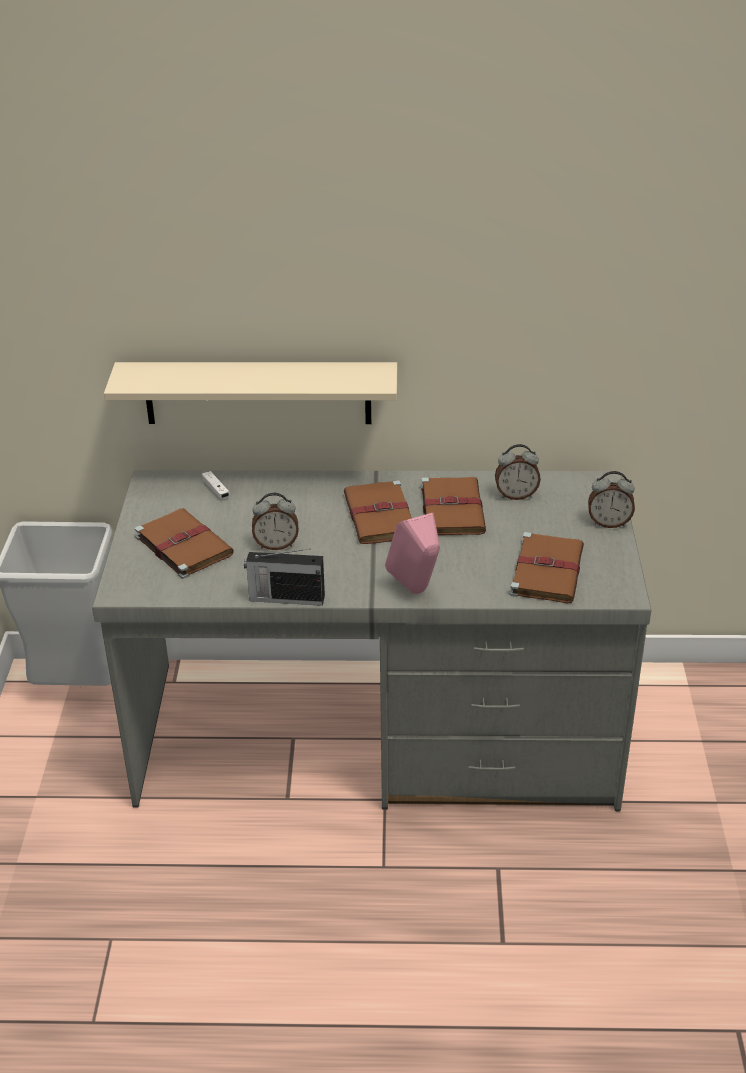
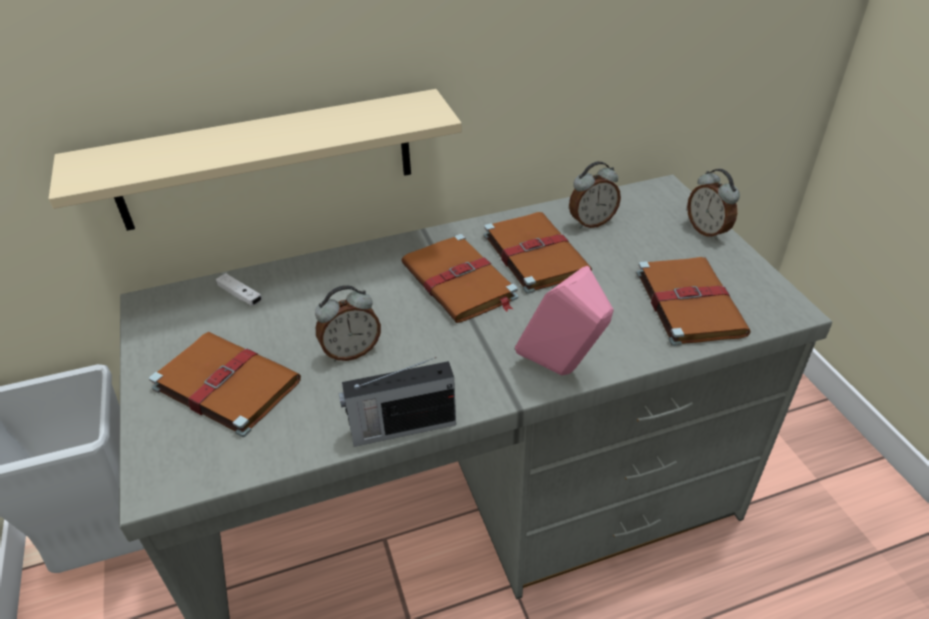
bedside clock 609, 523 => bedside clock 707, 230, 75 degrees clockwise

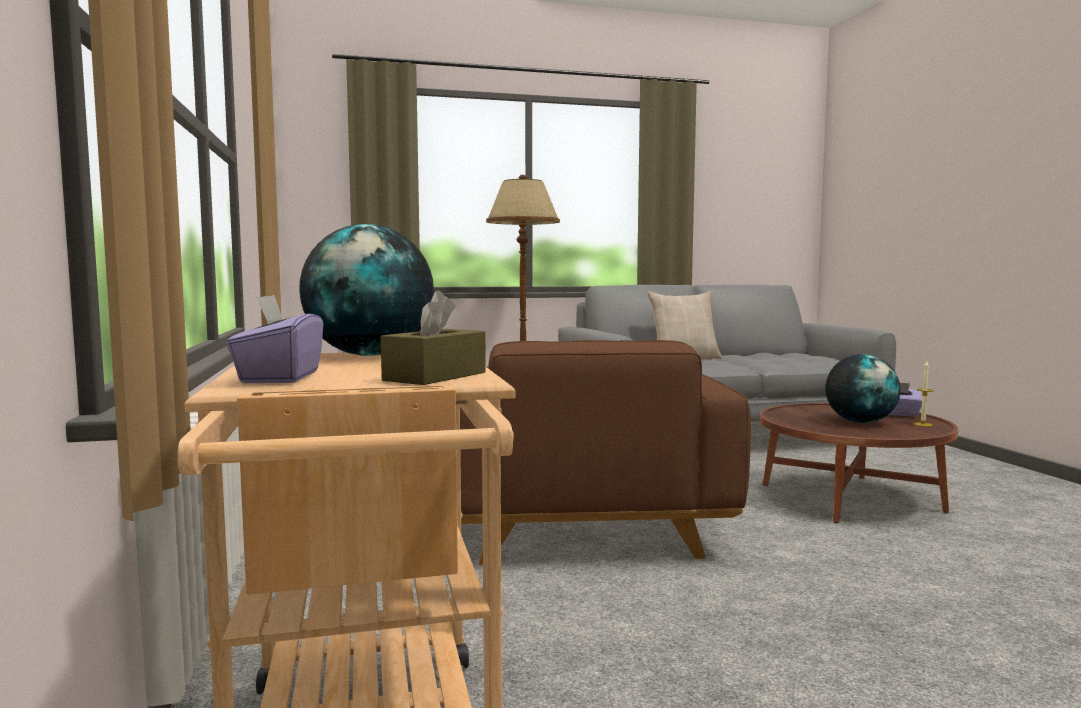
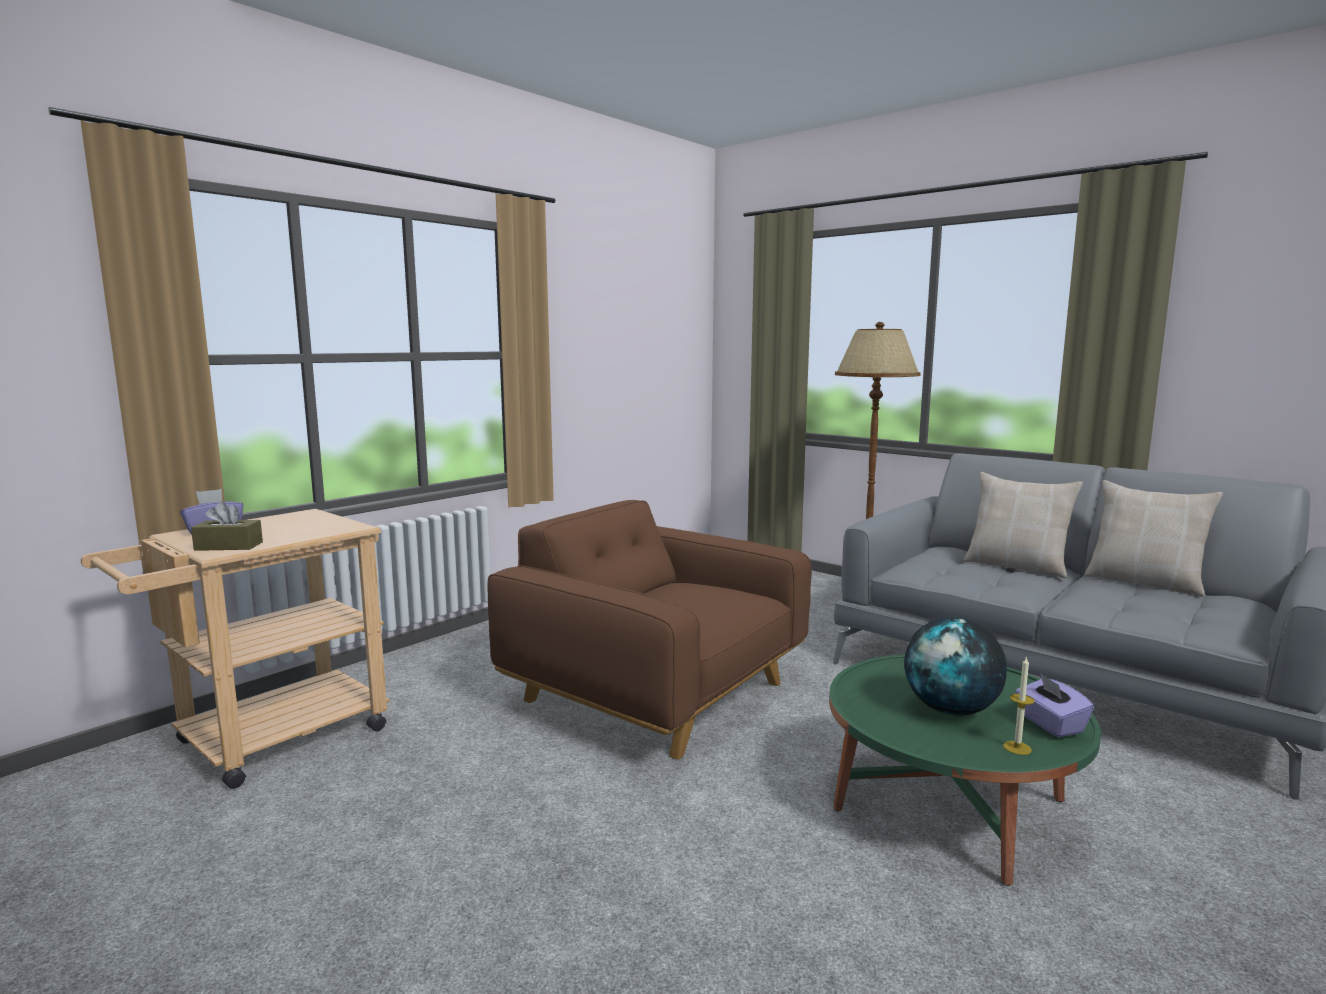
desk globe 370, 355 => nothing
nothing => sand-coloured throw pillow 1145, 582
brown low table 850, 497 => green-coloured low table 949, 805
brown easy chair 579, 522 => brown easy chair 656, 692, 75 degrees clockwise

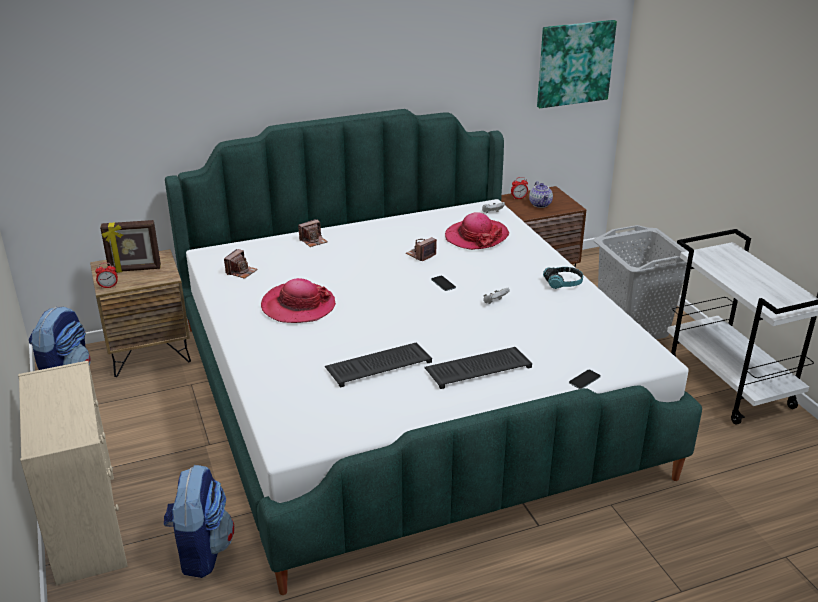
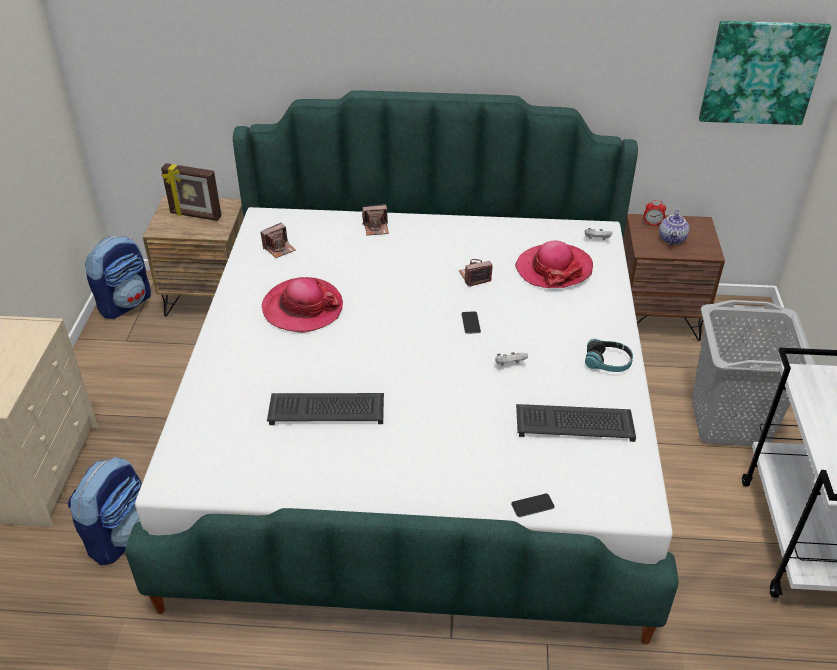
bedside clock 108, 286 => nothing
computer keyboard 478, 368 => computer keyboard 575, 423, shifted

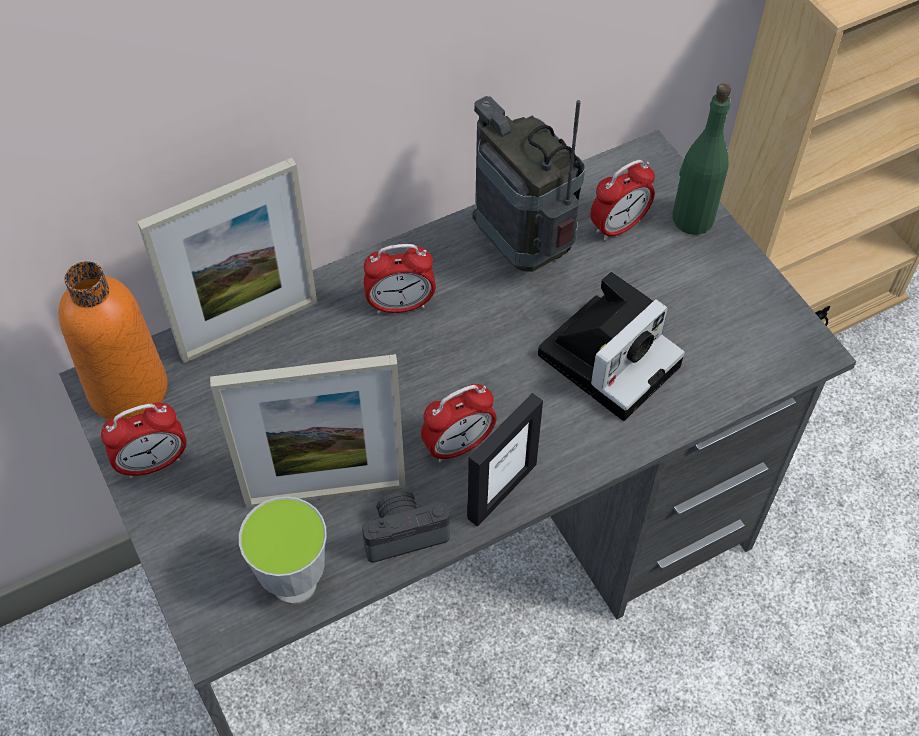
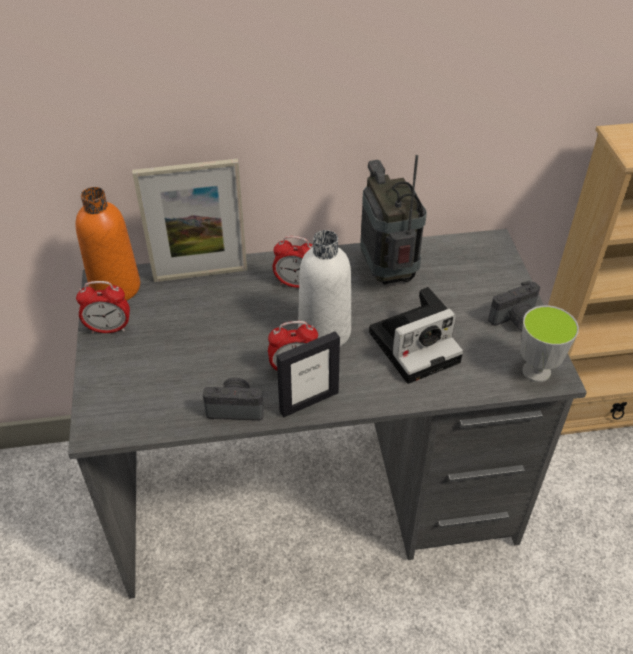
picture frame 325, 493 => nothing
bedside clock 618, 226 => nothing
green-coloured bottle 692, 219 => nothing
nothing => white bottle 324, 332
nothing => photo camera 515, 319
cup 294, 583 => cup 536, 371, shifted

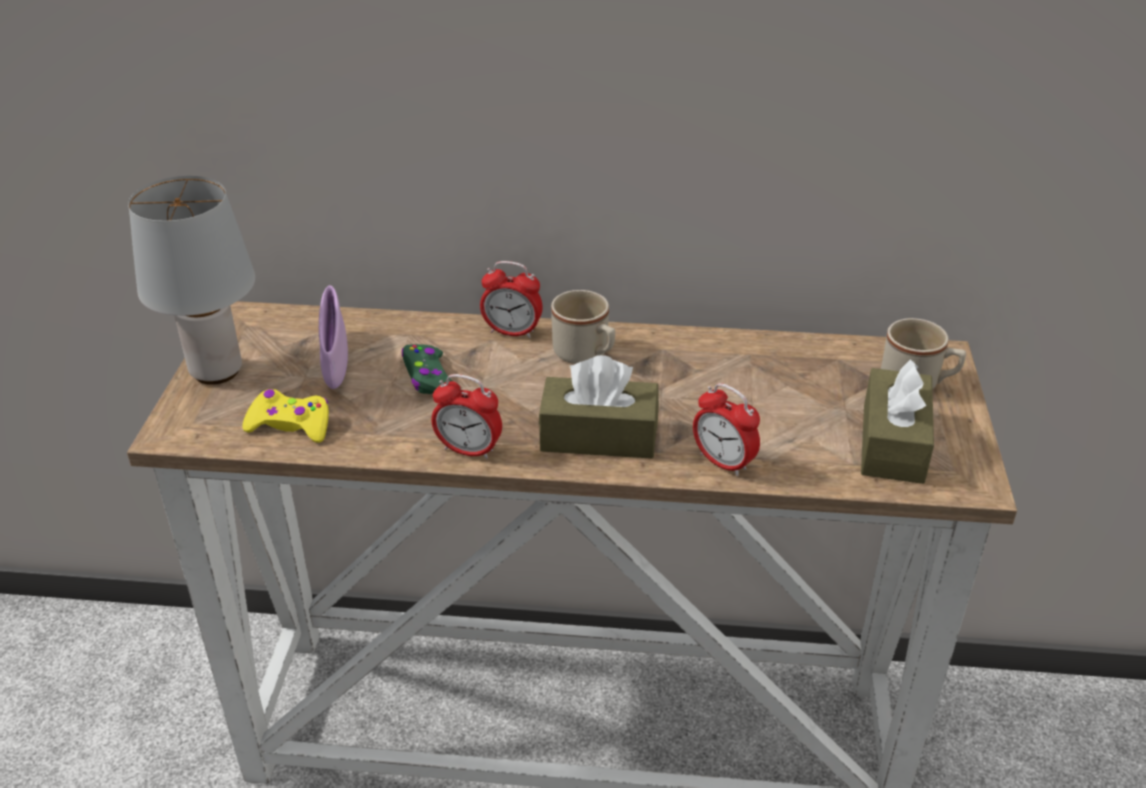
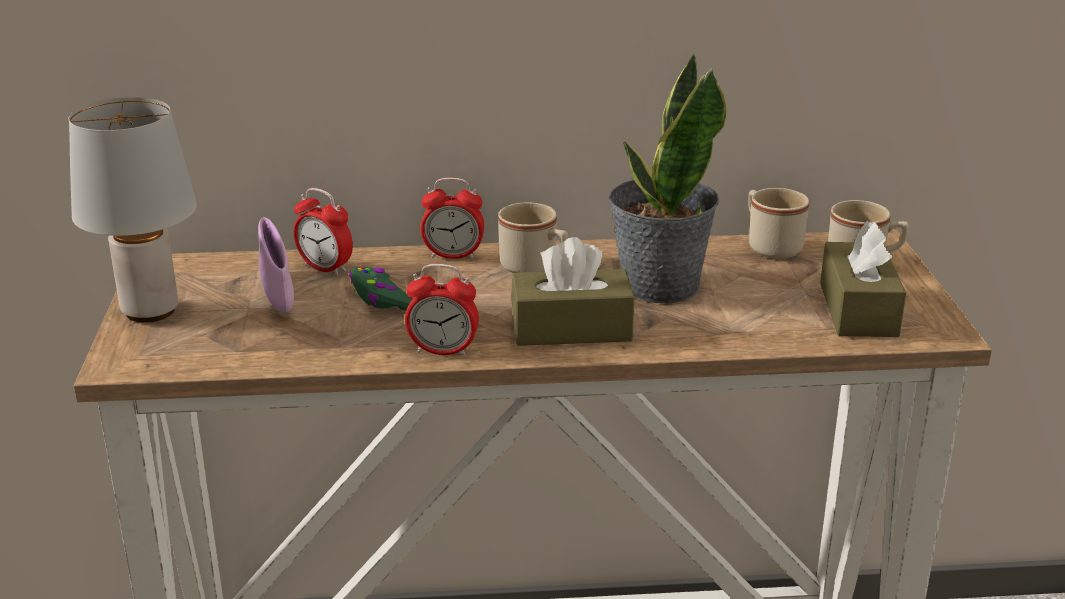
yellow game controller 290, 425 => nothing
nothing => houseplant 659, 286
nothing => sand-coloured coffee mug 770, 245
bedside clock 723, 462 => bedside clock 325, 268, shifted

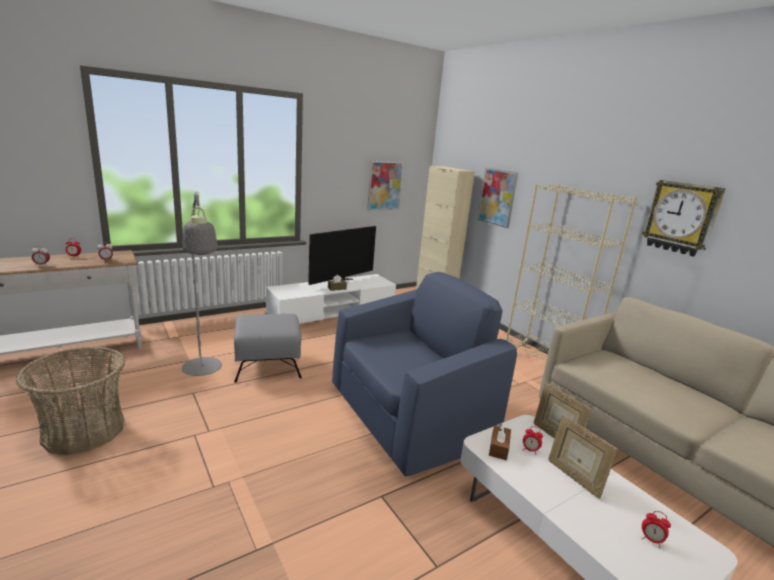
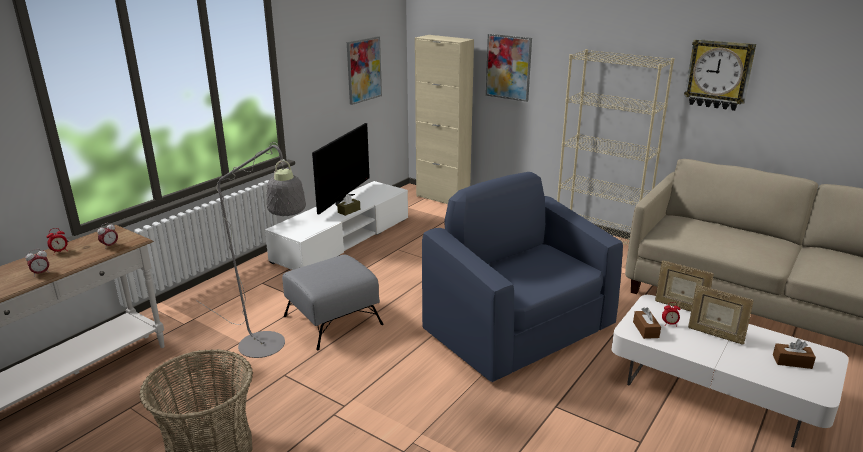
bedside clock 651, 540 => brown tissue holder 792, 361
bluish easy chair 408, 416 => bluish easy chair 519, 330, 75 degrees counterclockwise

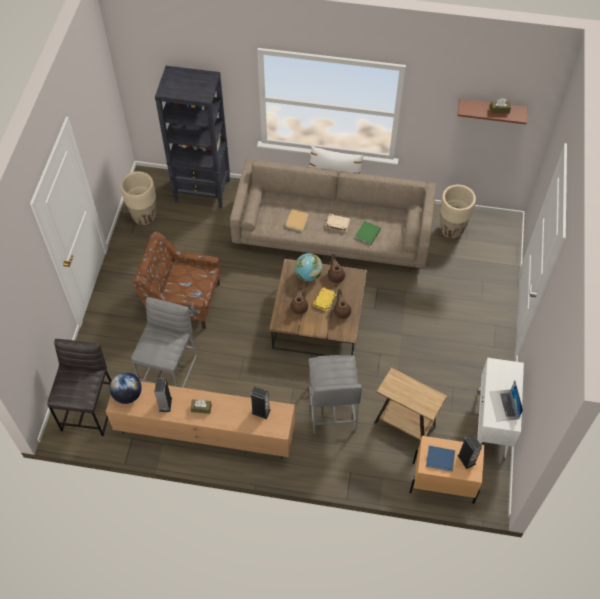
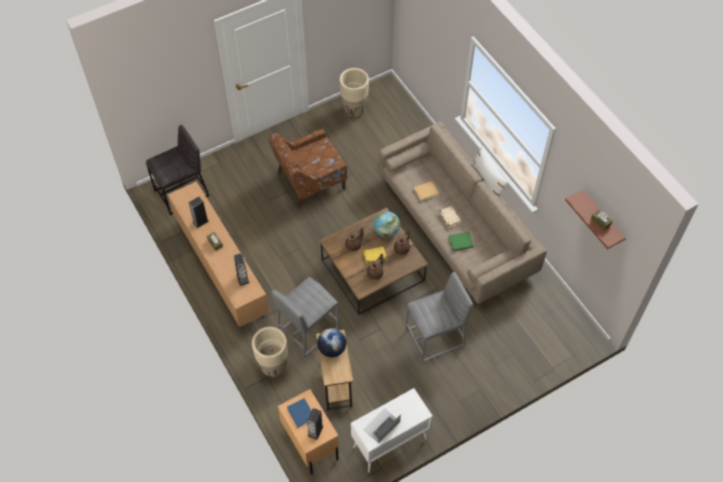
black-coloured bookshelf 203, 191 => nothing
desk globe 128, 395 => desk globe 332, 349, shifted
greyish stool seat 170, 370 => greyish stool seat 435, 338, shifted
sand-coloured plant pot 451, 229 => sand-coloured plant pot 273, 366, shifted
brown easy chair 183, 300 => brown easy chair 309, 181, 90 degrees counterclockwise

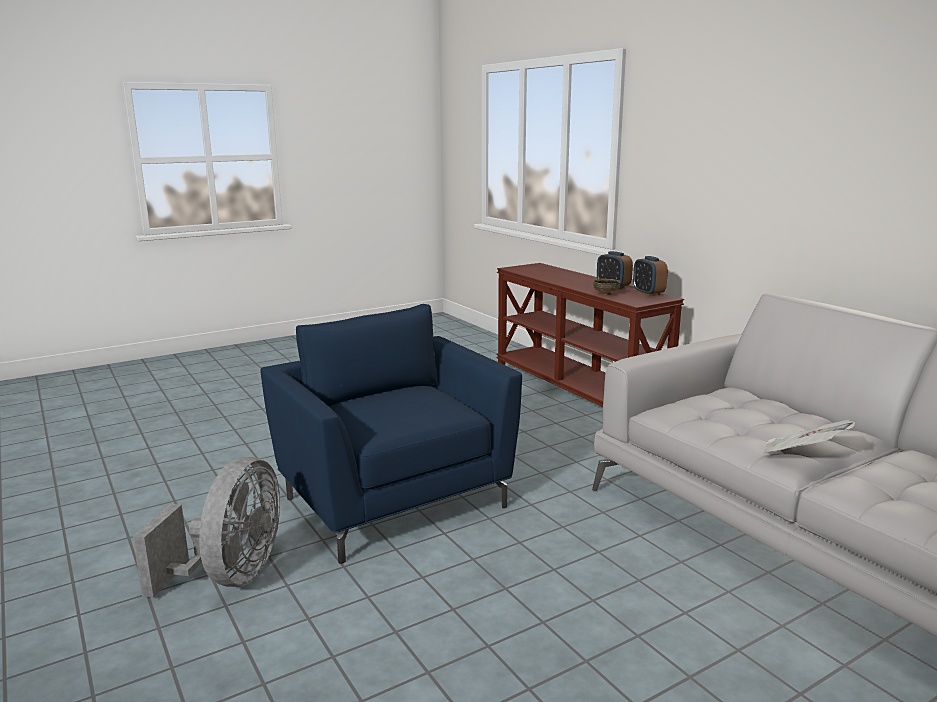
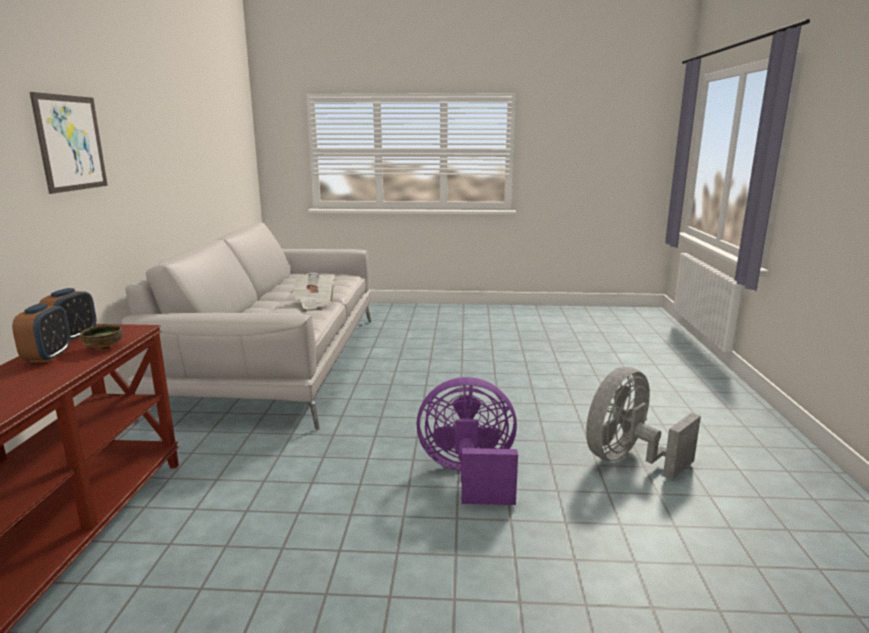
nothing => wall picture 71, 143
bluish easy chair 394, 500 => purple electric fan 469, 476

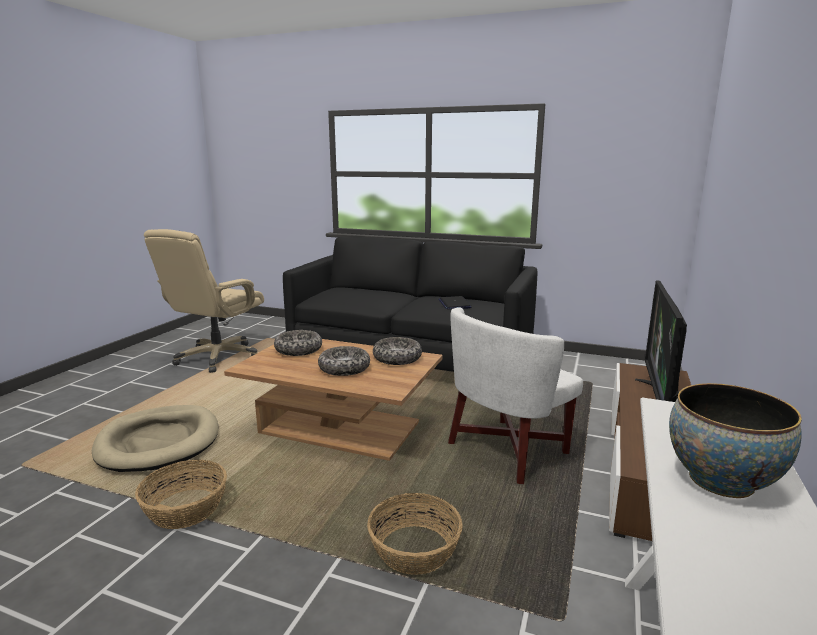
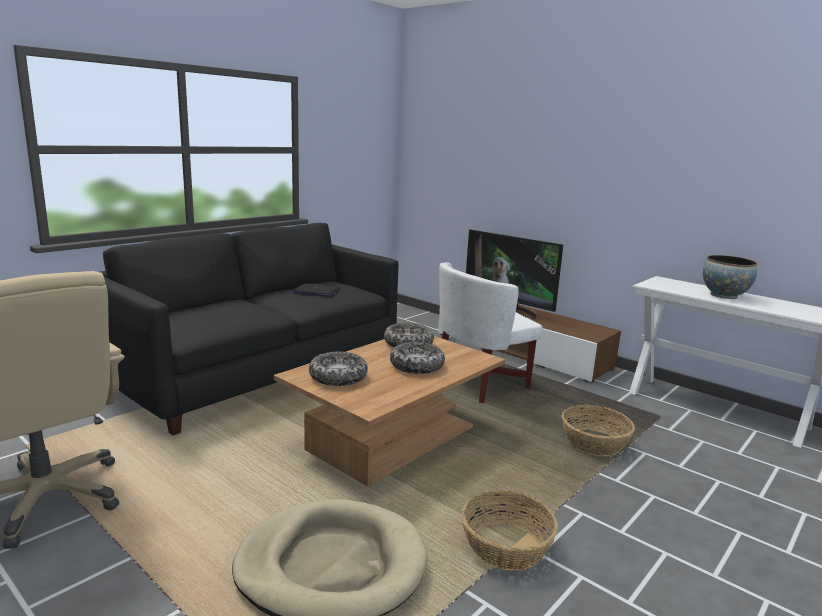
white easy chair 507, 449 => white easy chair 480, 382, 75 degrees clockwise

